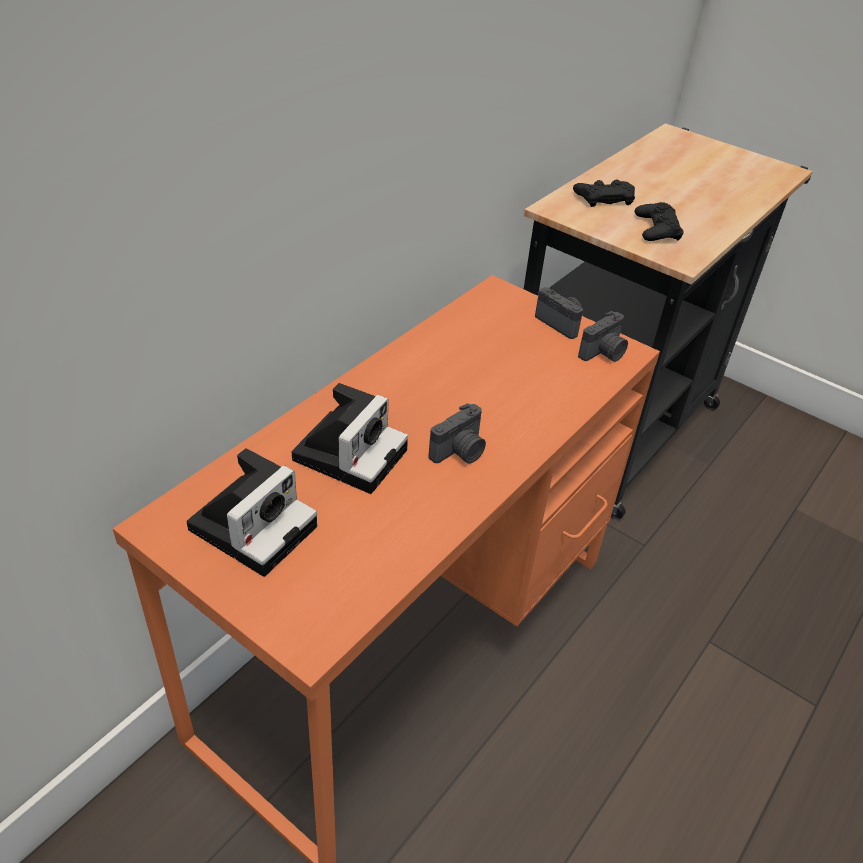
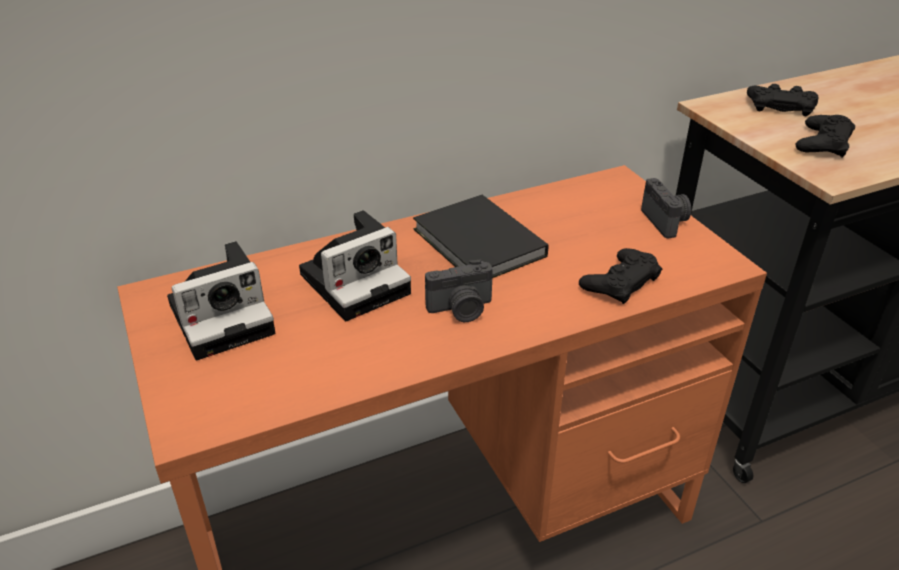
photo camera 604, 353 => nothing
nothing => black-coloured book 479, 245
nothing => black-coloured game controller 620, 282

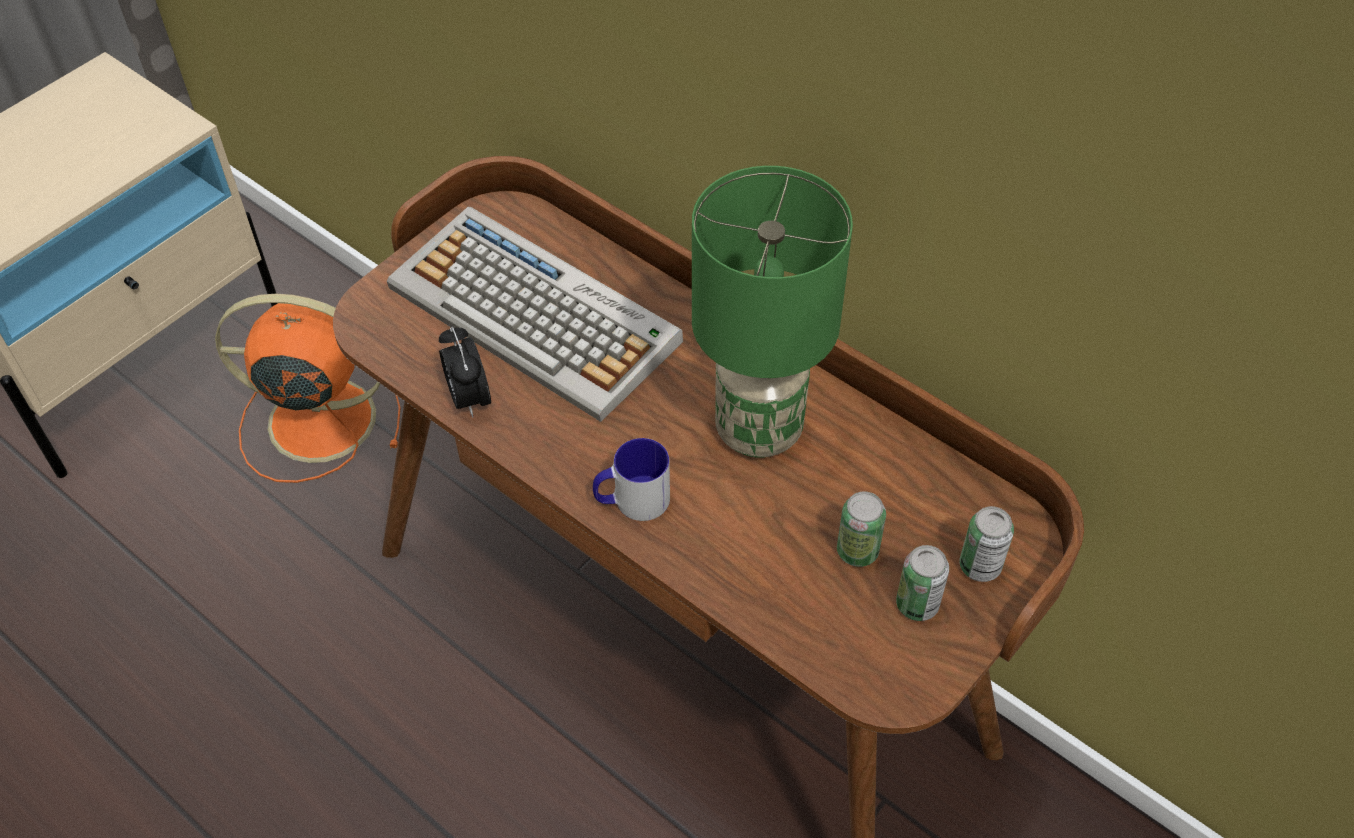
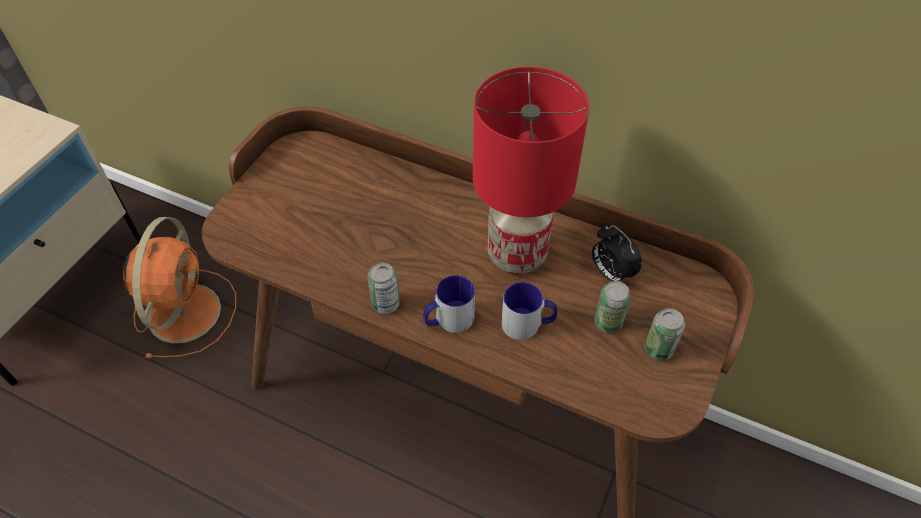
computer keyboard 537, 314 => nothing
nothing => coffee mug 528, 324
bedside clock 469, 398 => bedside clock 610, 273, shifted
sealed can 980, 566 => sealed can 385, 304, shifted
green-coloured table lamp 760, 429 => reddish table lamp 518, 254
orange electric fan 317, 420 => orange electric fan 185, 310, 105 degrees clockwise

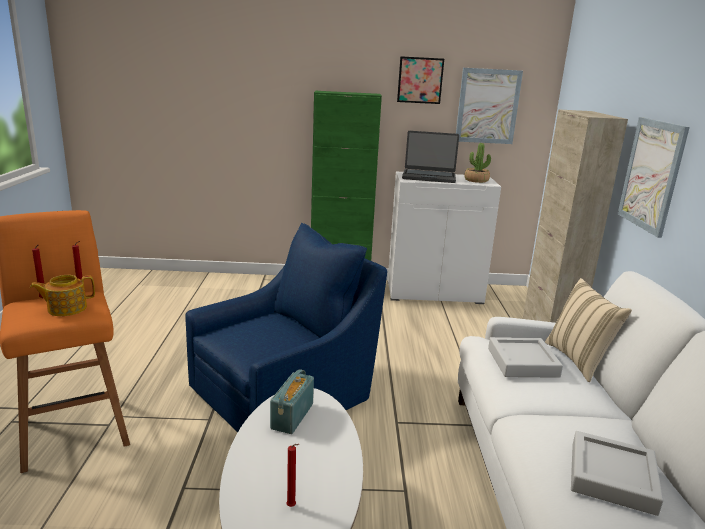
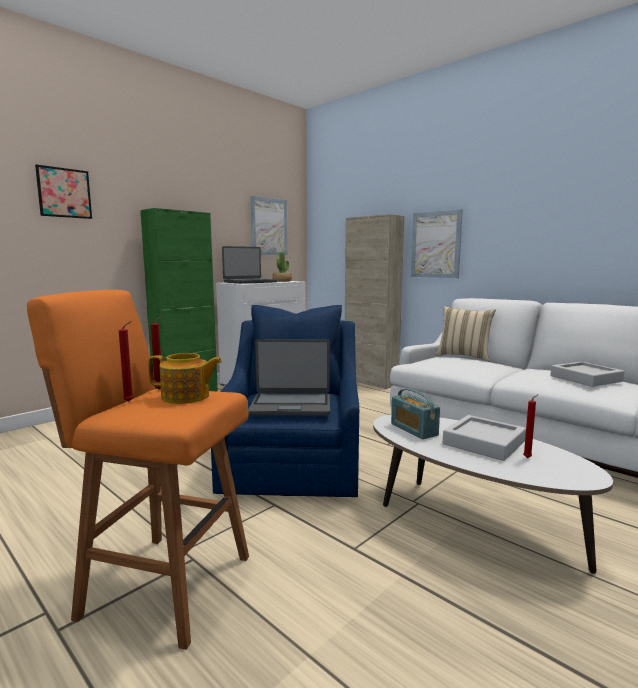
nothing => notebook computer 291, 405
wall picture 420, 80 => wall picture 64, 193, shifted
greyish carrying tray 522, 362 => greyish carrying tray 483, 443, shifted
tea pot 66, 308 => tea pot 186, 397, 105 degrees counterclockwise

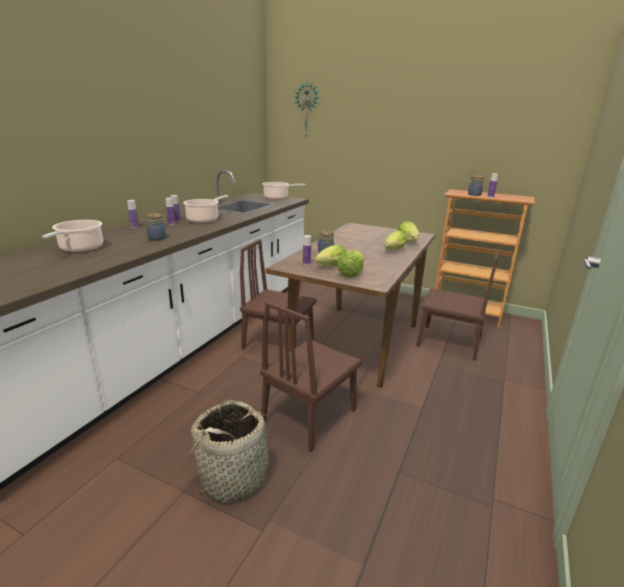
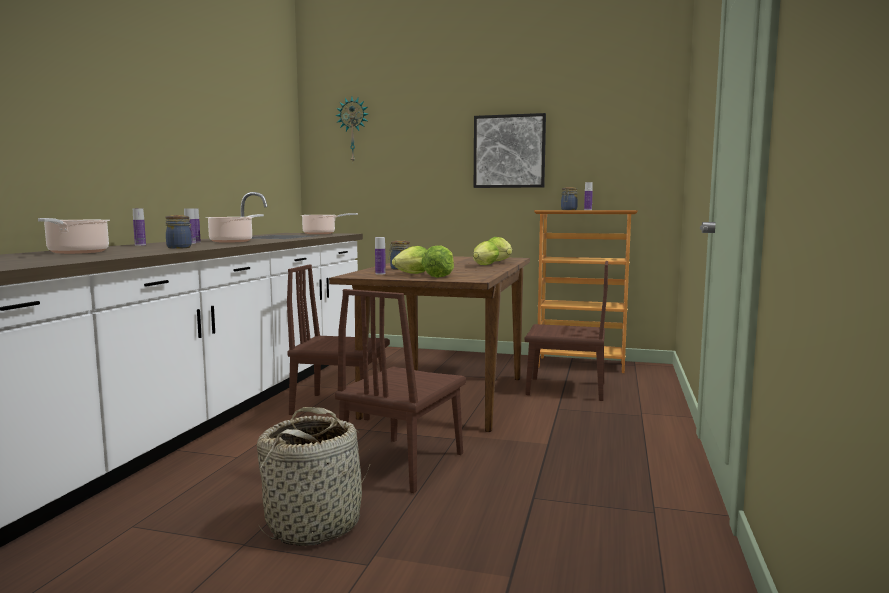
nothing => wall picture 509, 151

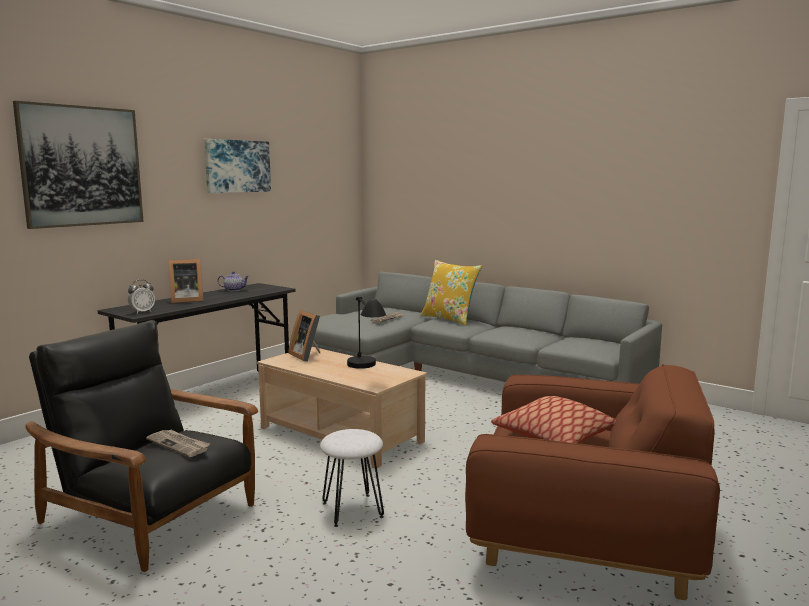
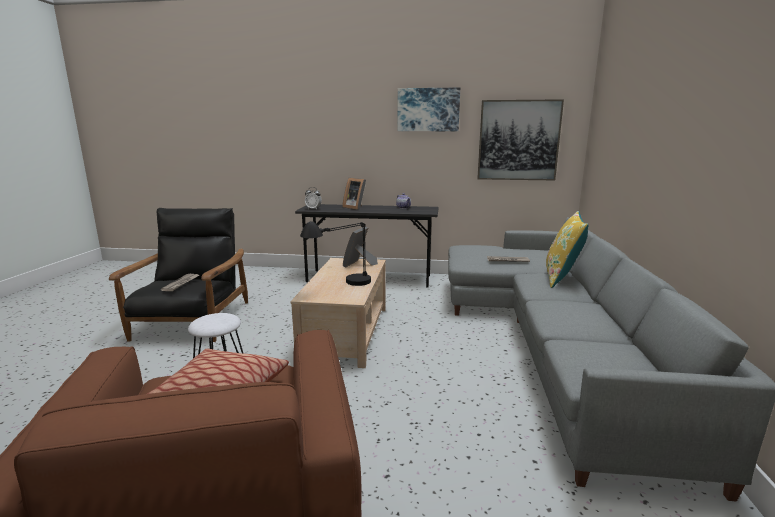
wall picture 82, 166 => wall picture 518, 140, shifted

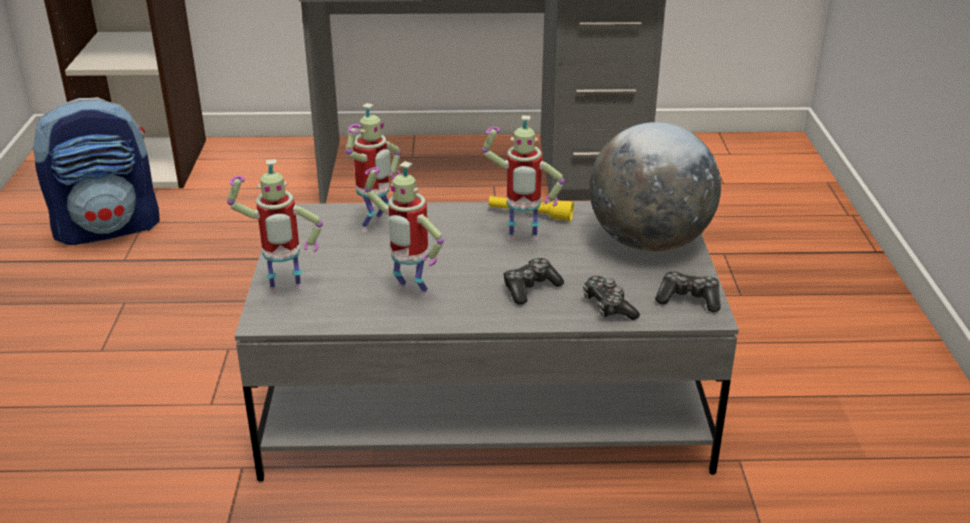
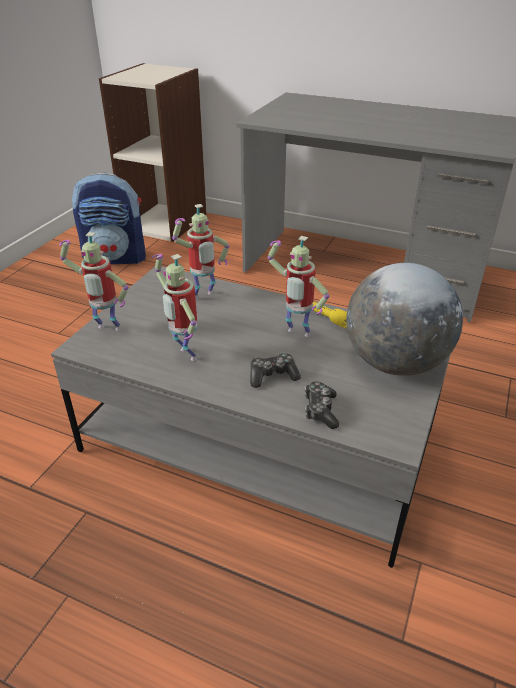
game controller 688, 299 => nothing

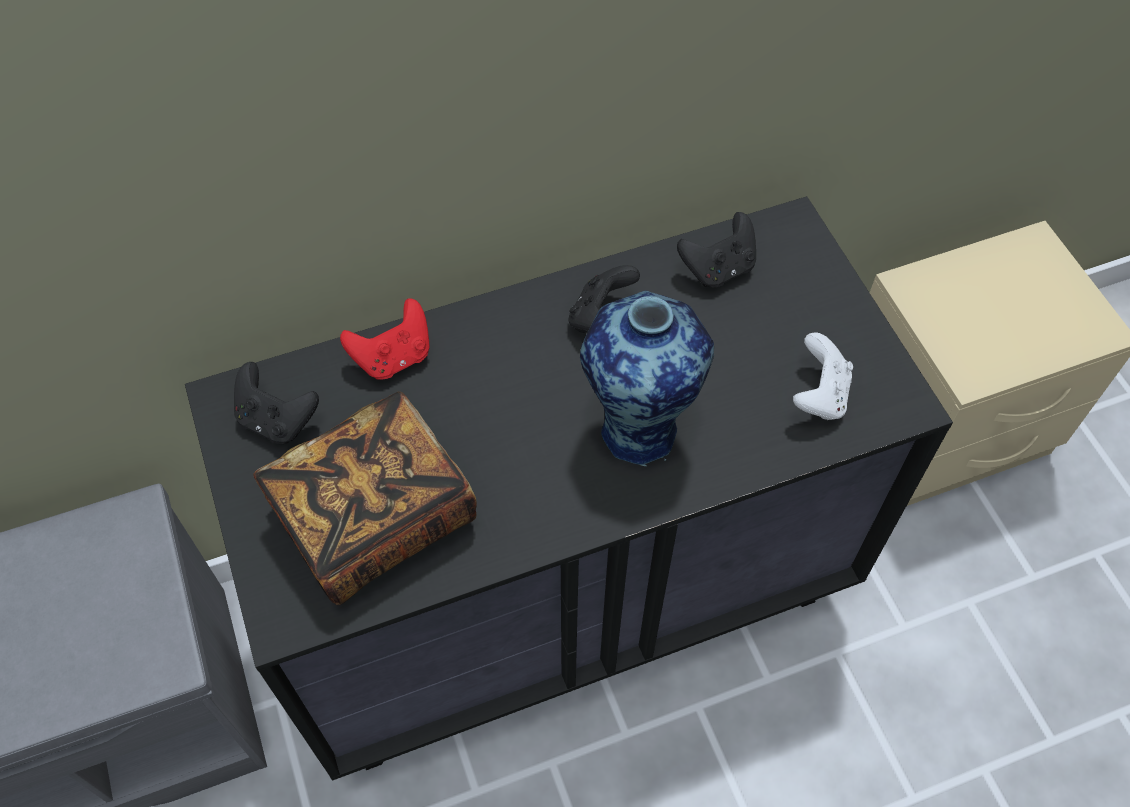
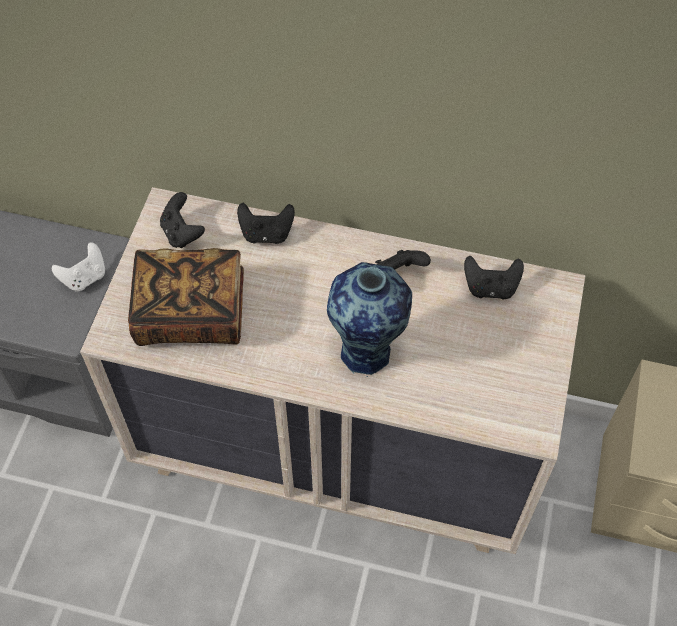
white game controller 819, 395 => white game controller 85, 278, shifted
black-coloured dresser 567, 592 => sand-coloured dresser 340, 448
reddish game controller 393, 357 => black-coloured game controller 266, 234

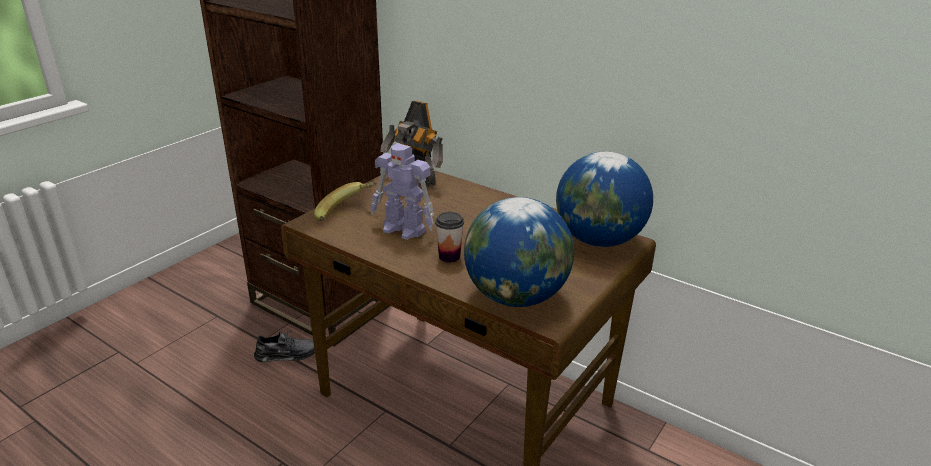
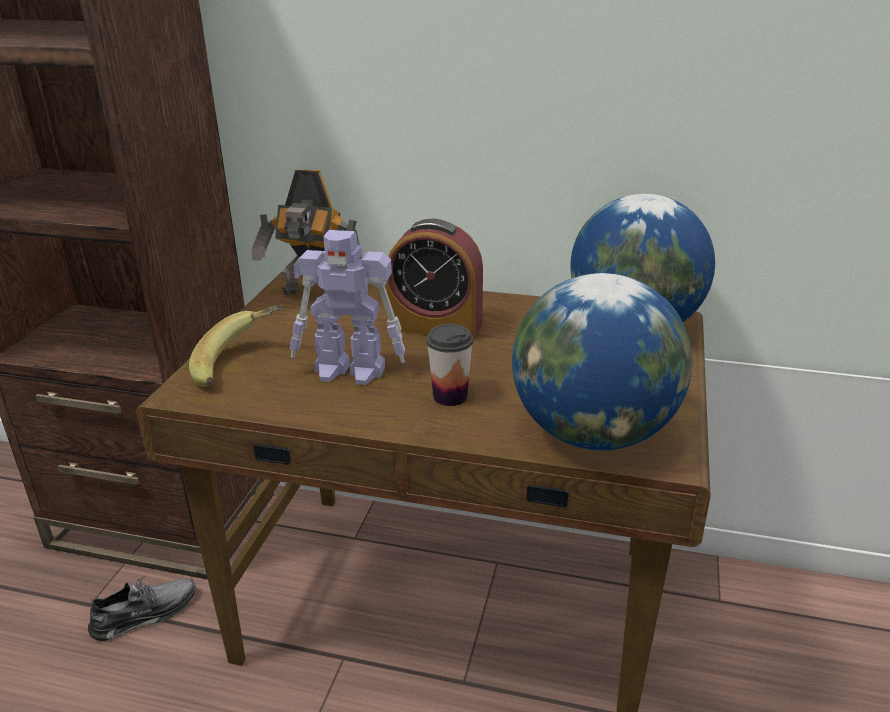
nothing => bedside clock 435, 326

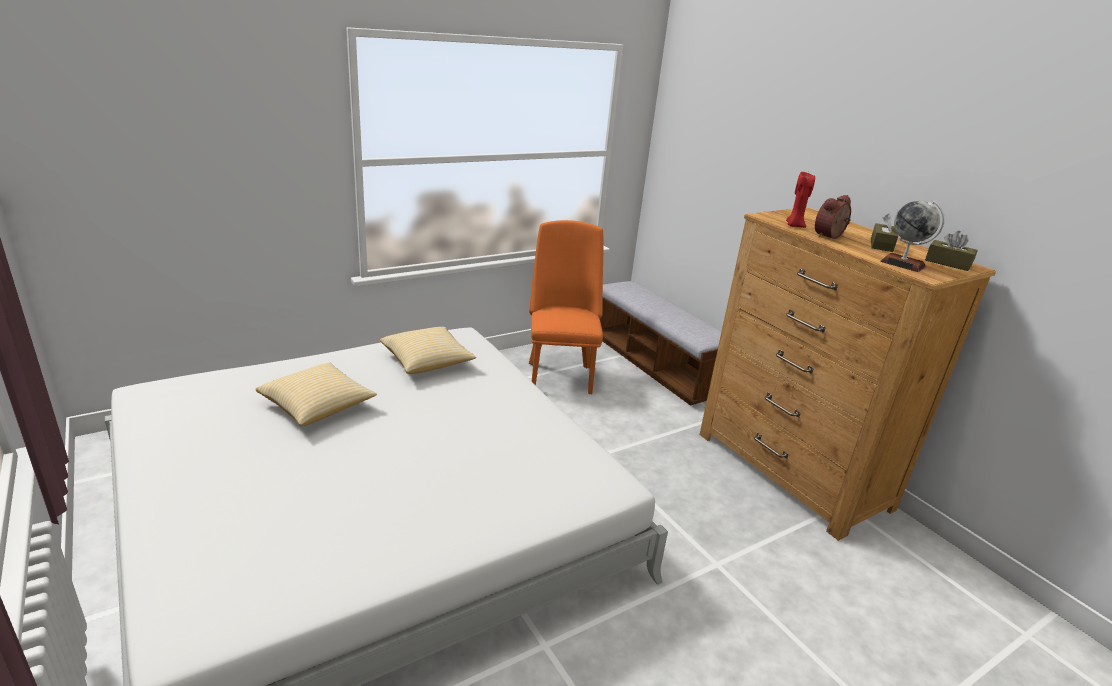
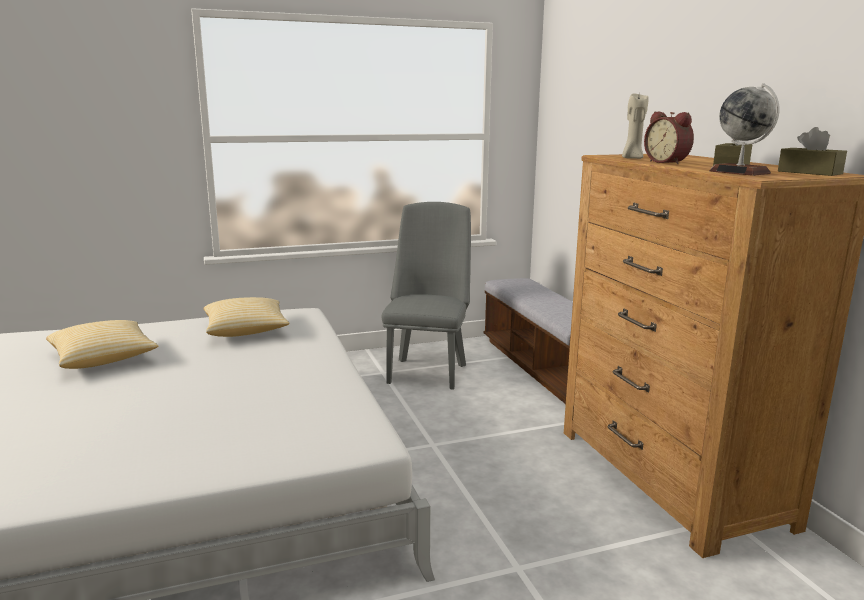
orange chair 560, 374 => greyish chair 427, 370
reddish wax candle 794, 226 => sand-coloured wax candle 632, 158
bedside clock 830, 237 => bedside clock 668, 162, 90 degrees counterclockwise

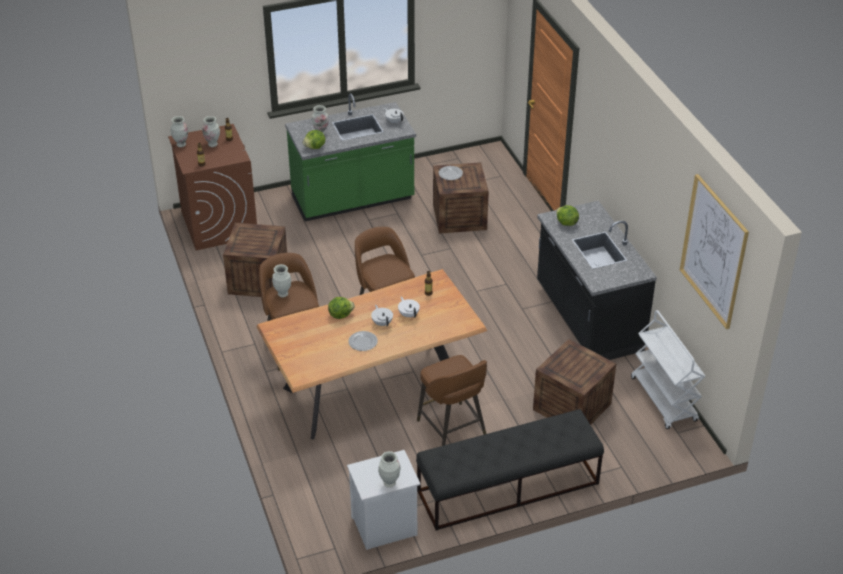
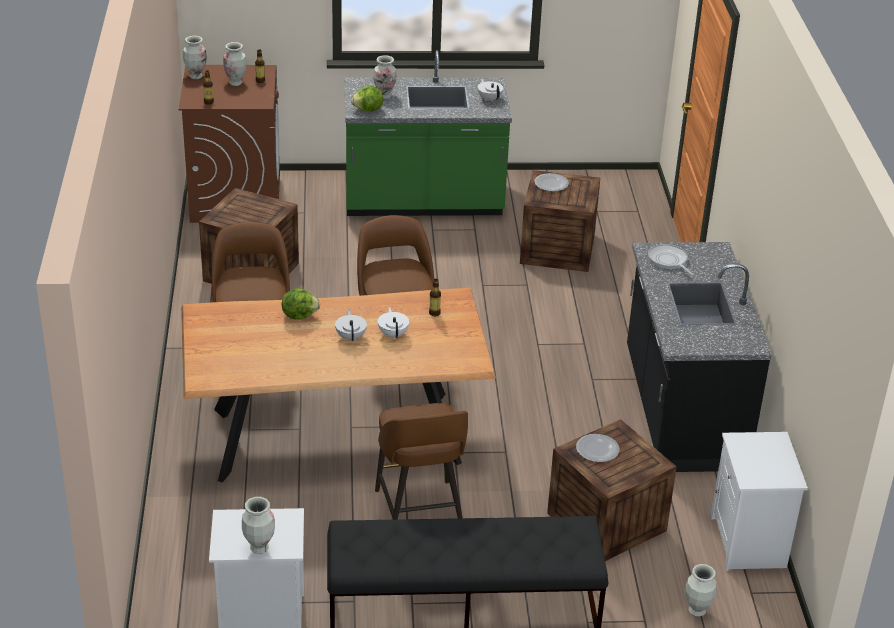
wall picture 713, 251 => nothing
decorative vase 282, 294 => decorative vase 697, 611, shifted
plate 363, 342 => plate 598, 449, shifted
lettuce 566, 223 => frying pan 669, 261
white wheeled cart 664, 400 => white nightstand 749, 543

